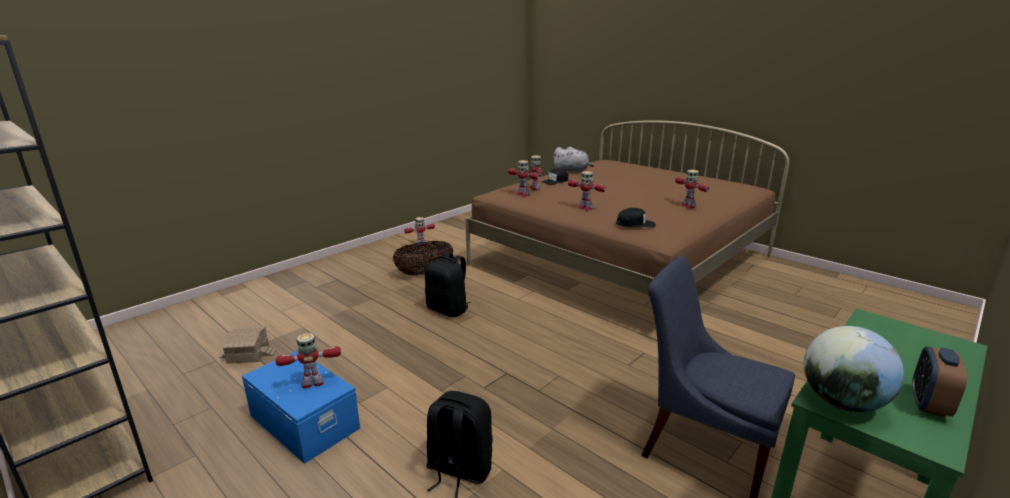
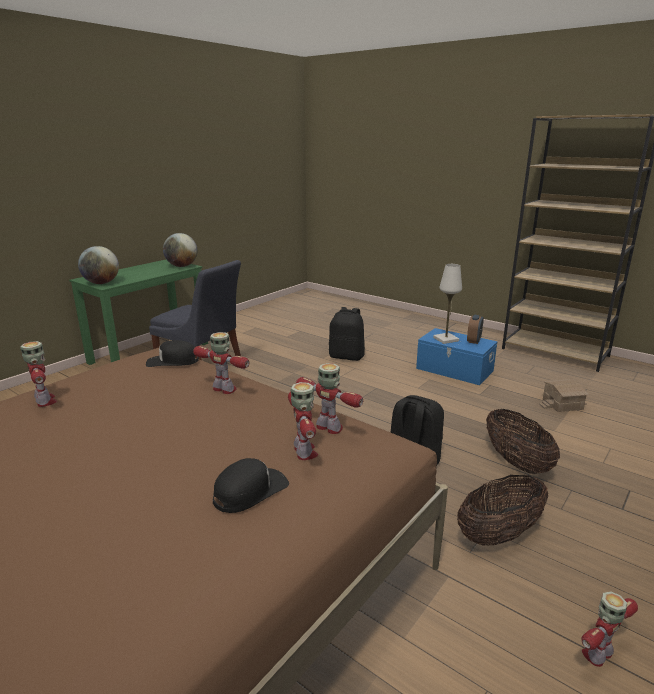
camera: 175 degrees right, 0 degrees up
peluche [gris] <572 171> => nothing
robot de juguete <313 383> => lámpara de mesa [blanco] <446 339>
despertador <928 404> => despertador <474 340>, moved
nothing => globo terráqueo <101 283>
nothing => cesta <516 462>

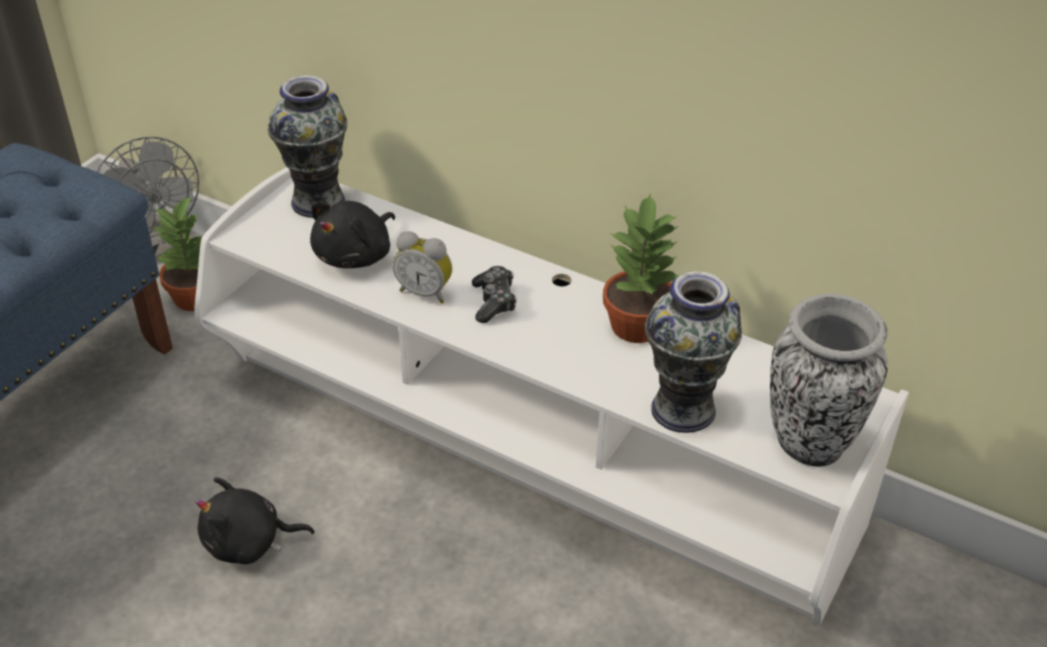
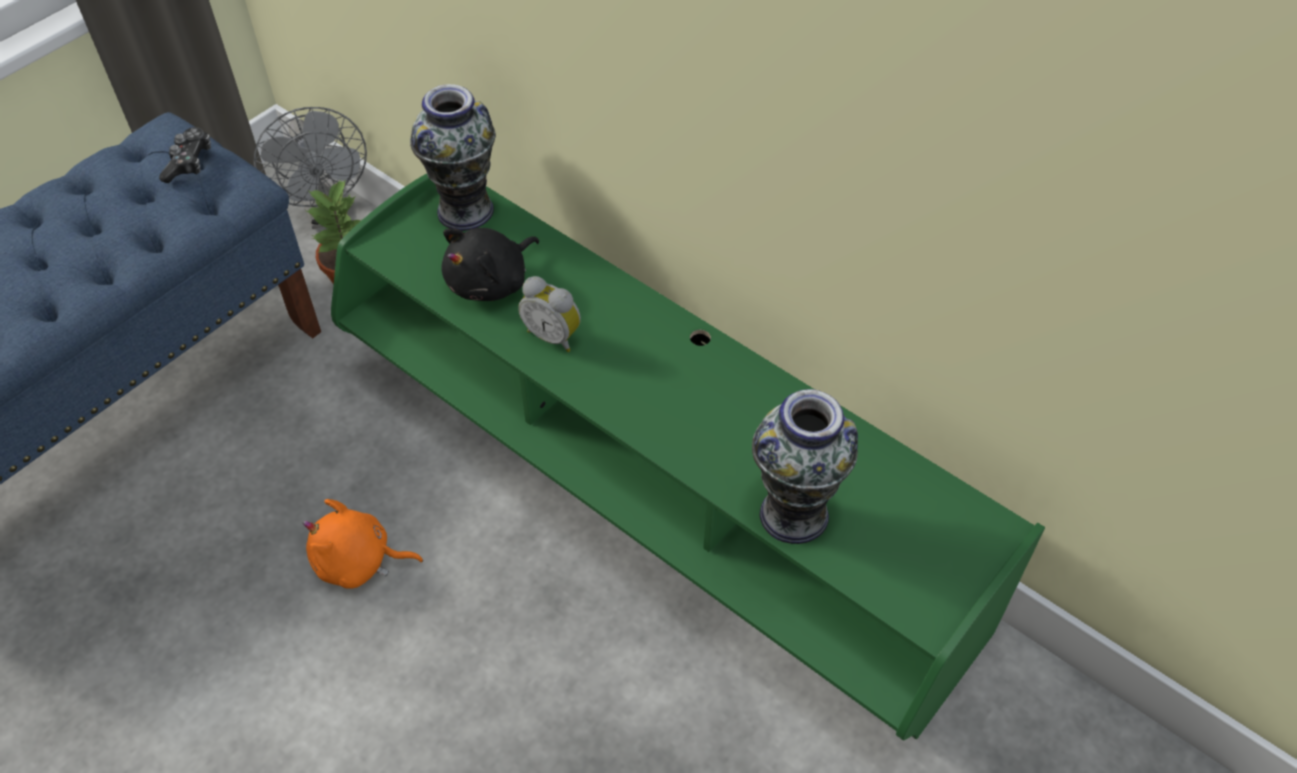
camera: 10 degrees right, 10 degrees up
mueble de televisión [blanco] <523 453> => mueble de televisión [verde] <650 498>
planta en maceta <638 325> => nothing
mando de consola <494 301> => mando de consola <189 162>, moved
florero <810 443> => nothing
peluche [negro] <249 543> => peluche [naranja] <359 562>

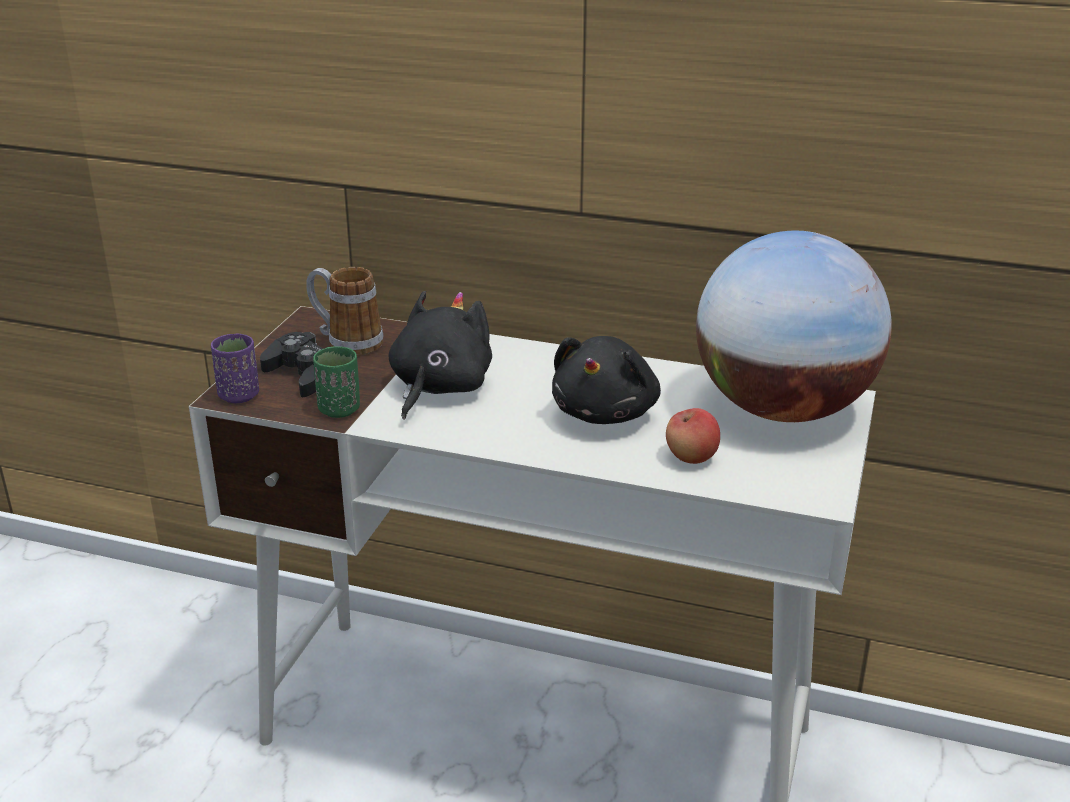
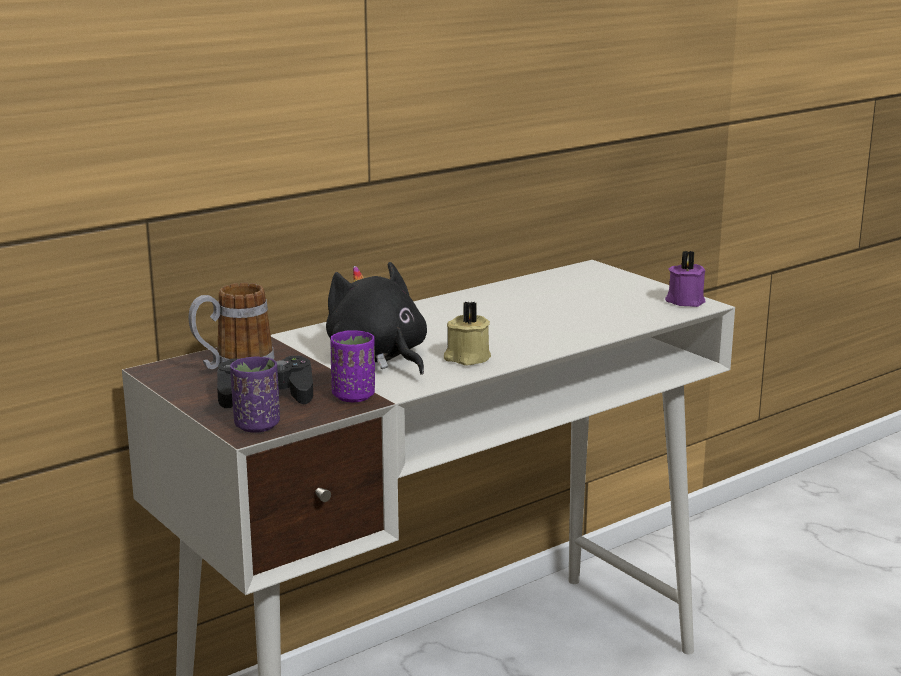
camera: 55 degrees left, 10 degrees down
globo terráqueo <783 409> => nothing
peluche [negro] <606 412> => nothing
taza [verde] <339 409> => taza [morado] <353 396>
manzana <691 457> => nothing
nothing => vela [morado] <685 301>
nothing => vela [beis] <466 358>

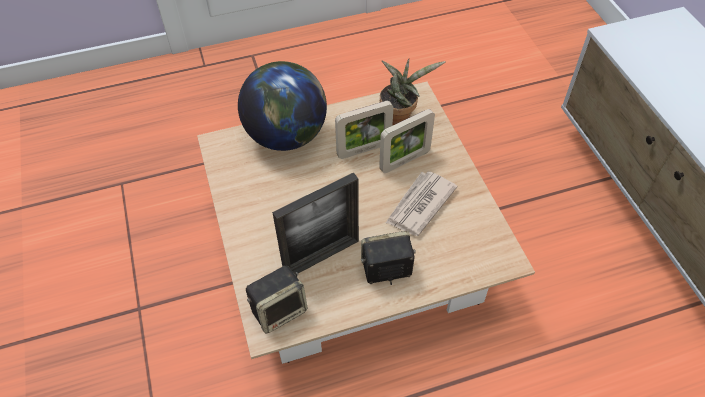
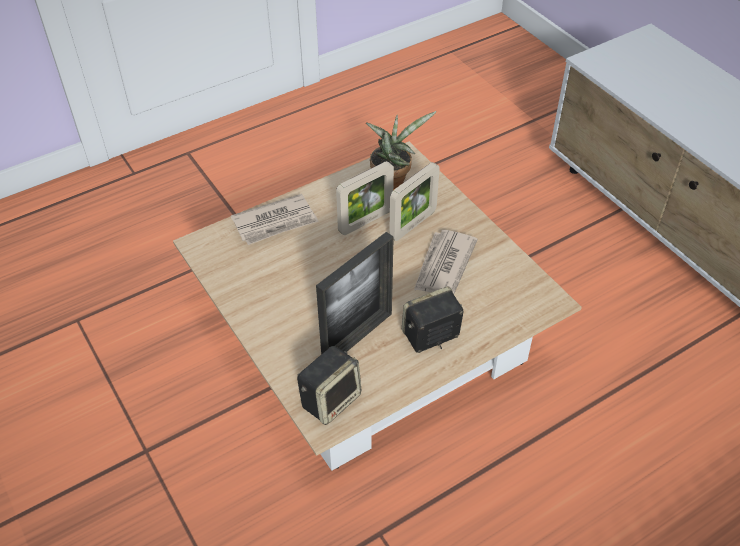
camera: 15 degrees left, 5 degrees down
globo terráqueo <286 135> => periódico <275 222>

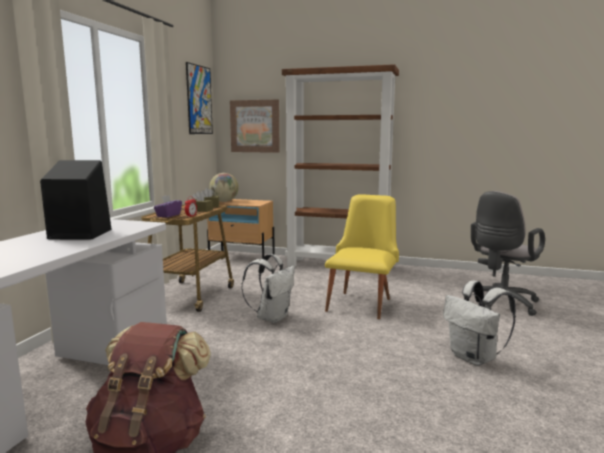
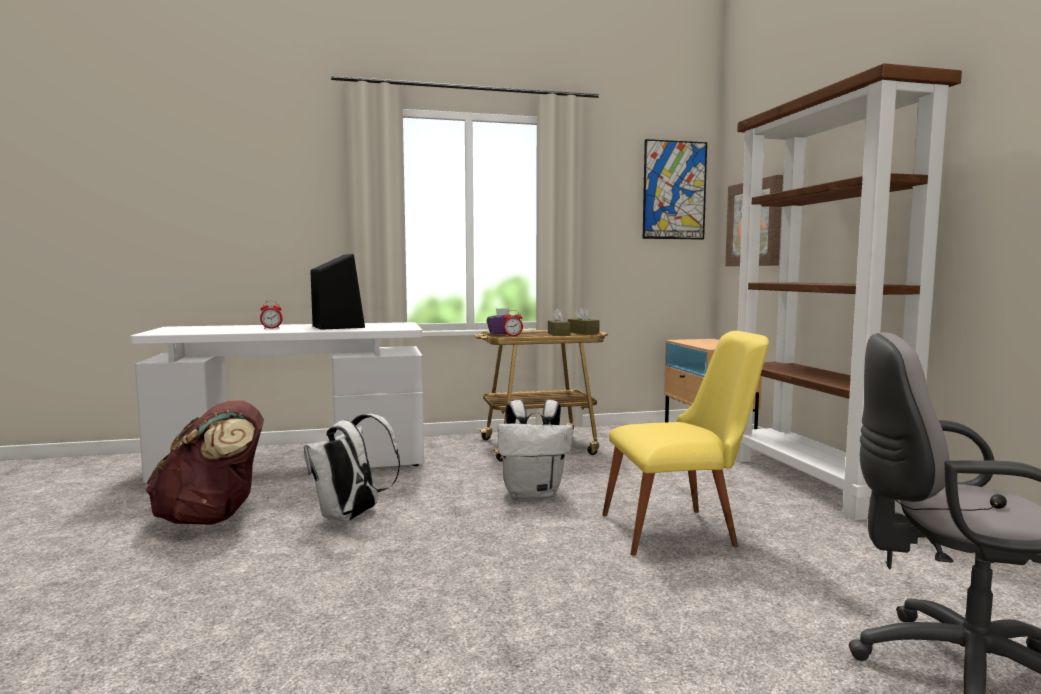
camera: 60 degrees right, 5 degrees down
globo terráqueo <224 201> => nothing
mochila [blanco] <474 358> => mochila [blanco] <351 517>, moved
nothing => despertador <271 328>

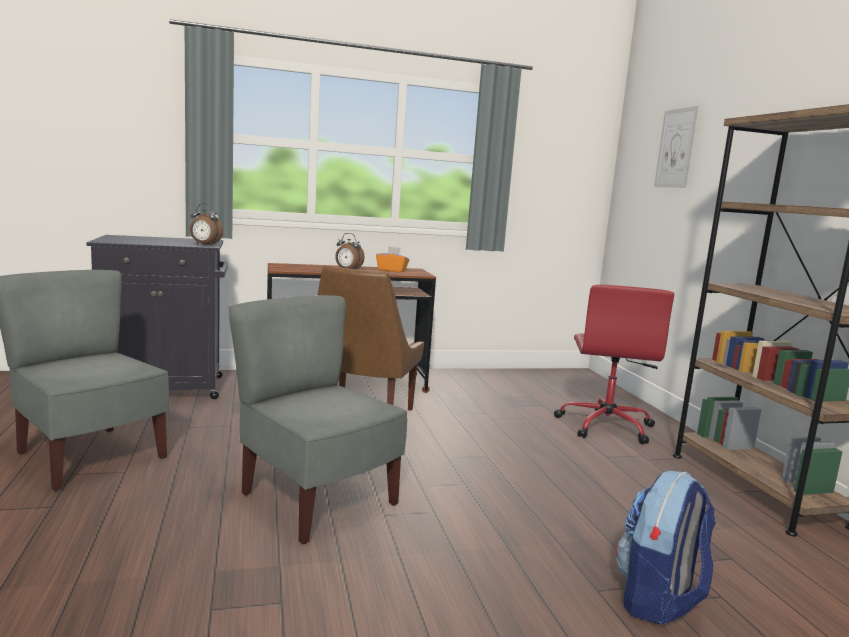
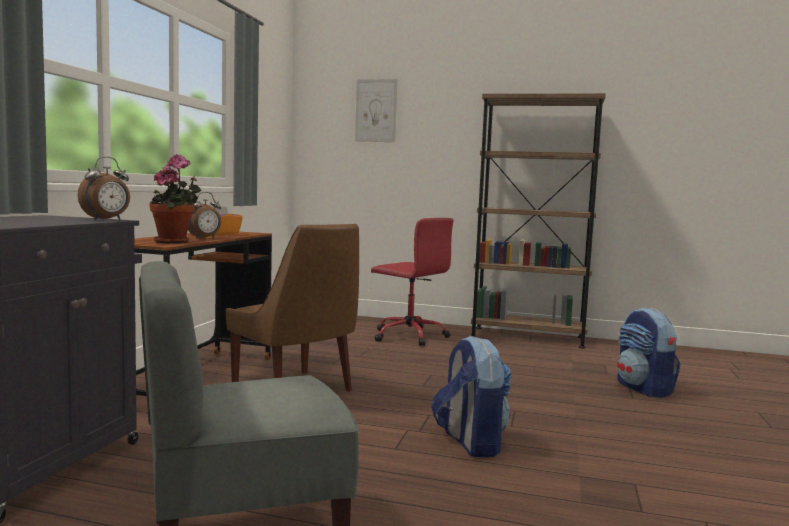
camera: 60 degrees left, 5 degrees down
silla [gris] <316 500> => mochila <470 442>
nothing => planta en maceta <175 242>

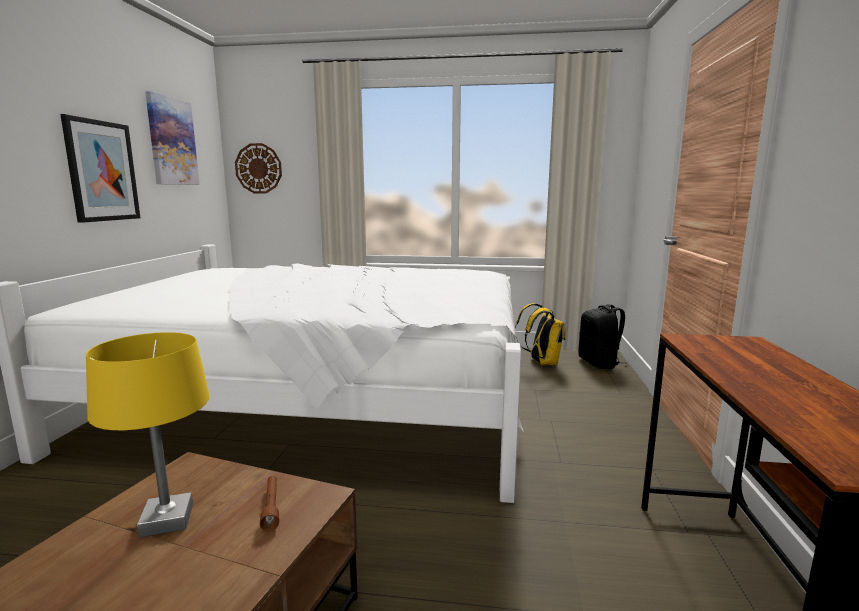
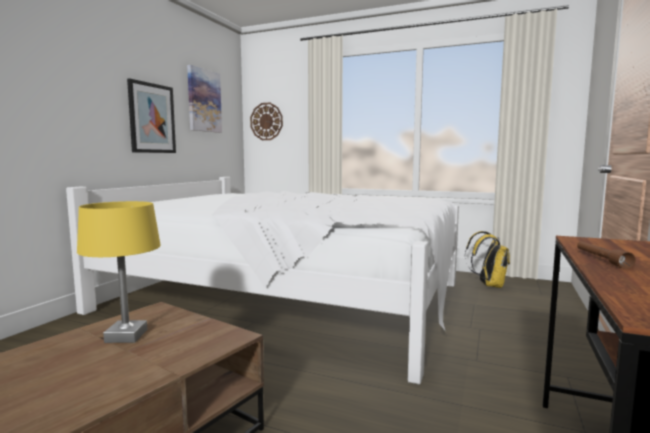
camera: 15 degrees right, 5 degrees down
mochila [negro] <599 363> => nothing
linterna [marrón] <271 507> => linterna [marrón] <601 260>, moved

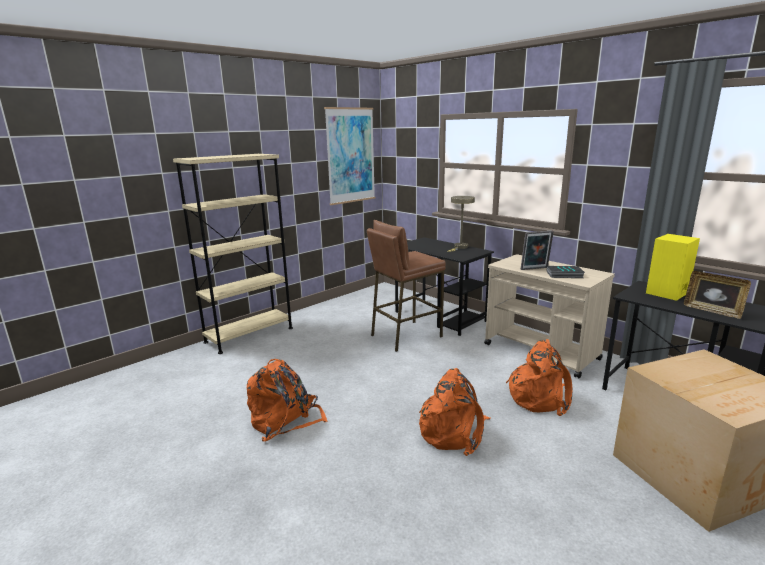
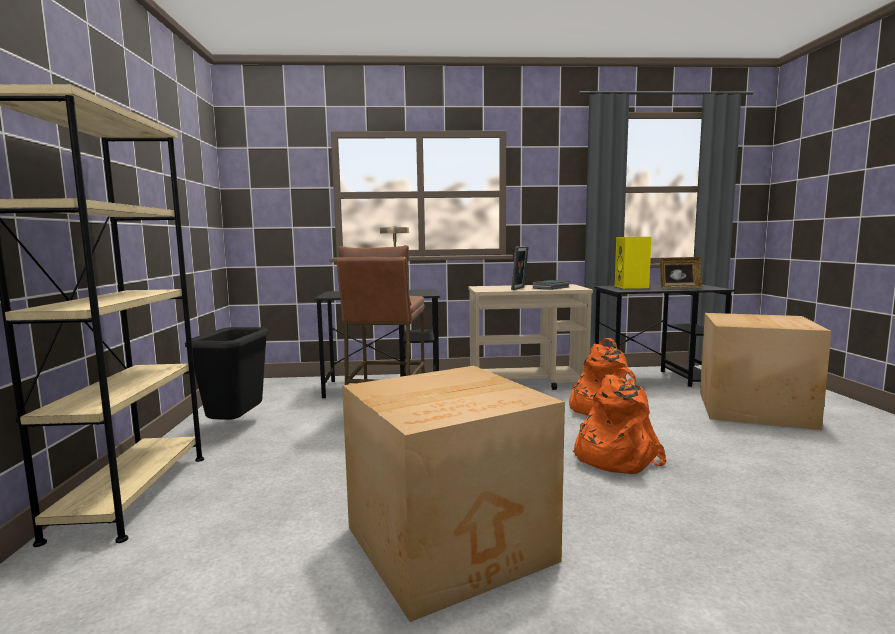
camera: 50 degrees left, 10 degrees down
cuadro <350 155> => nothing
mochila [naranja] <285 420> => caja de cartón <452 544>
nothing => papelera [negro] <236 426>

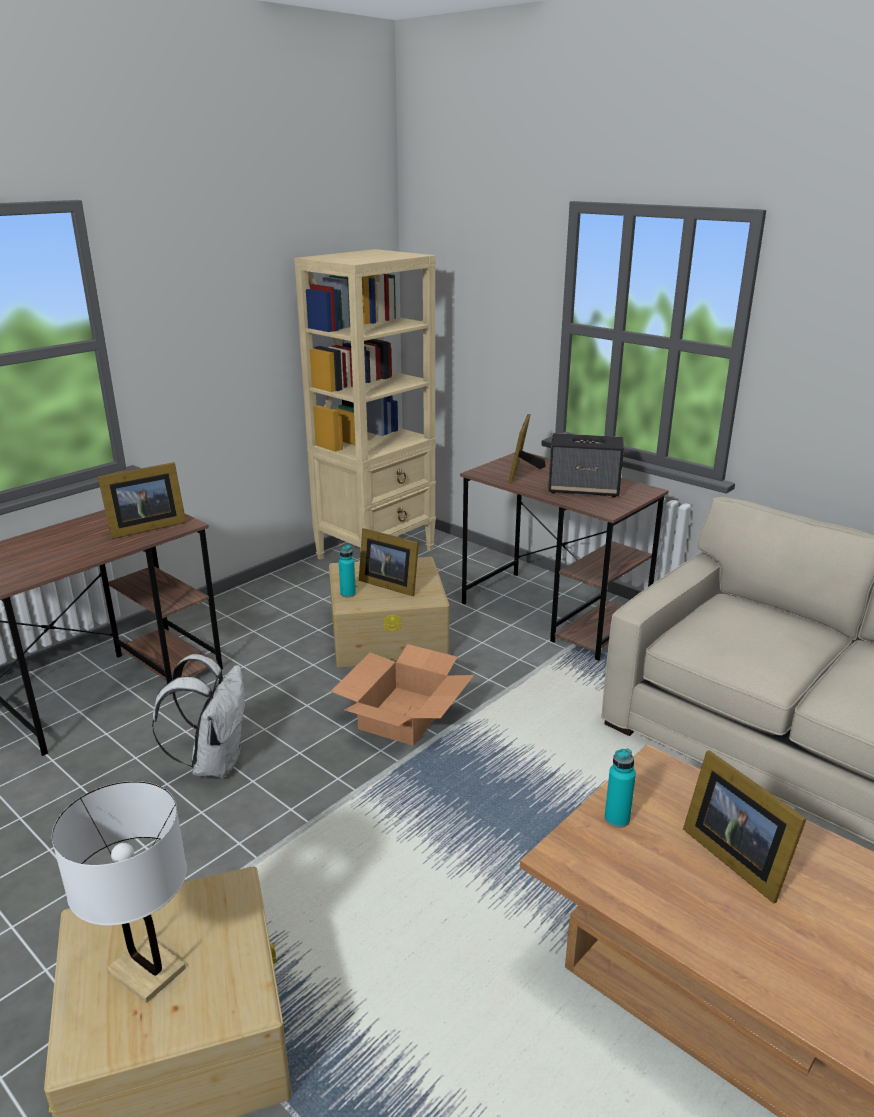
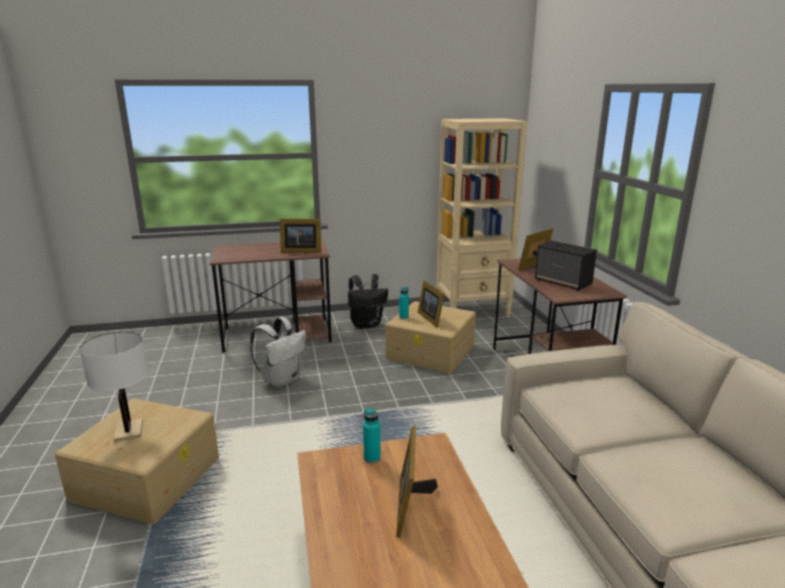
camera: 35 degrees right, 5 degrees down
caja de cartón <403 715> => nothing
nothing => mochila [negro] <366 324>

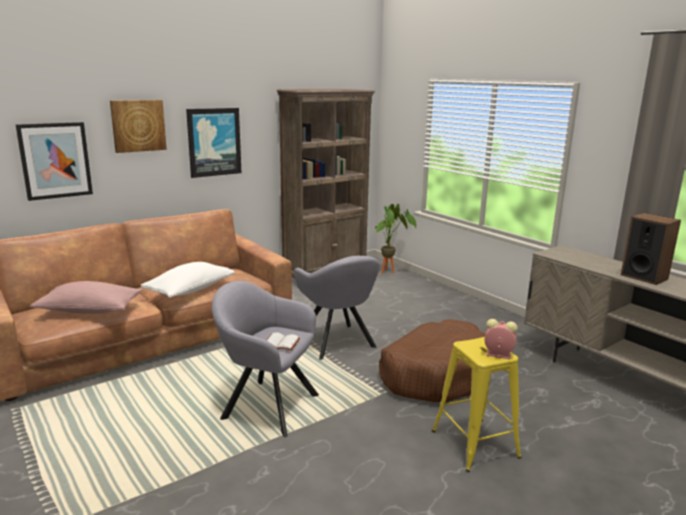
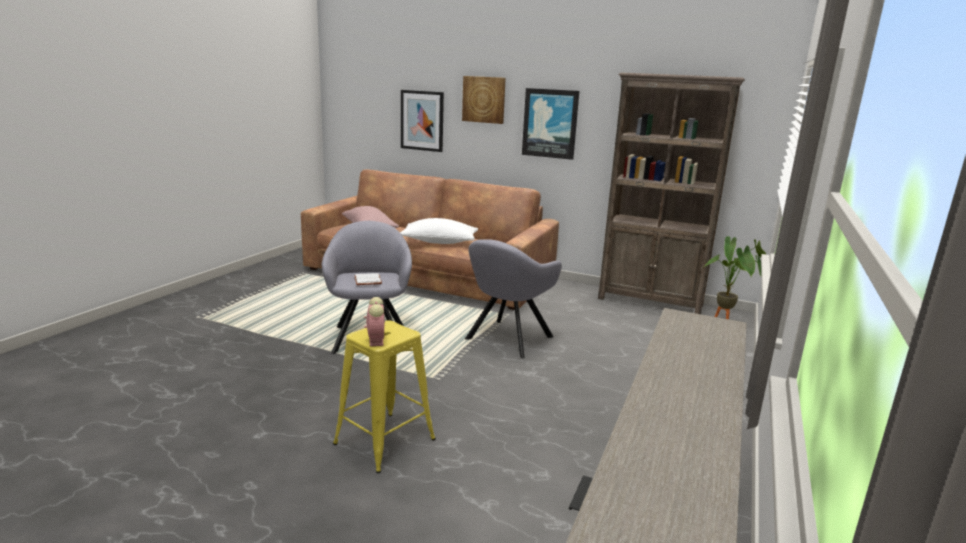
camera: 60 degrees right, 0 degrees up
altavoz <644 277> => nothing
cama para perro [marrón] <435 374> => nothing

